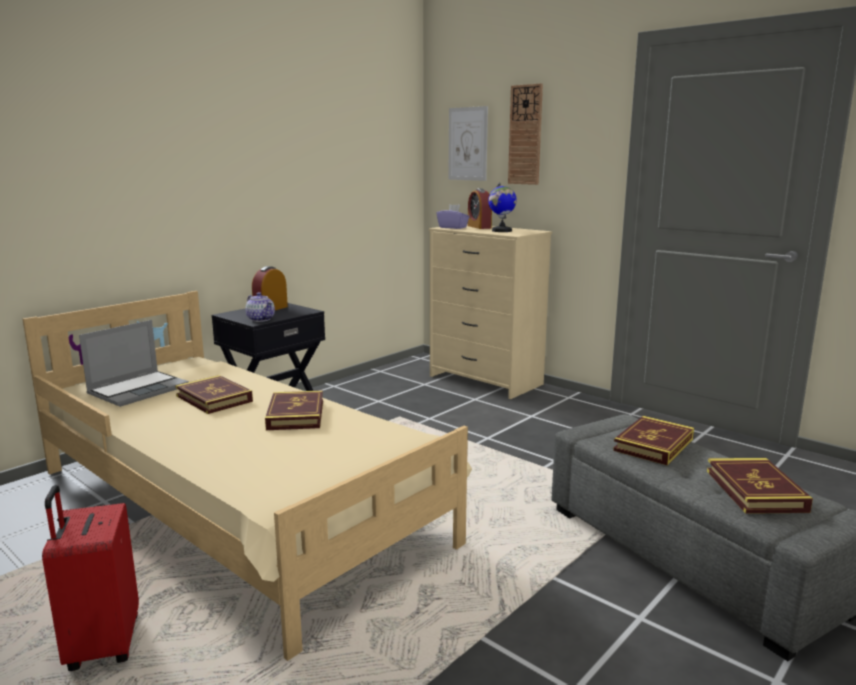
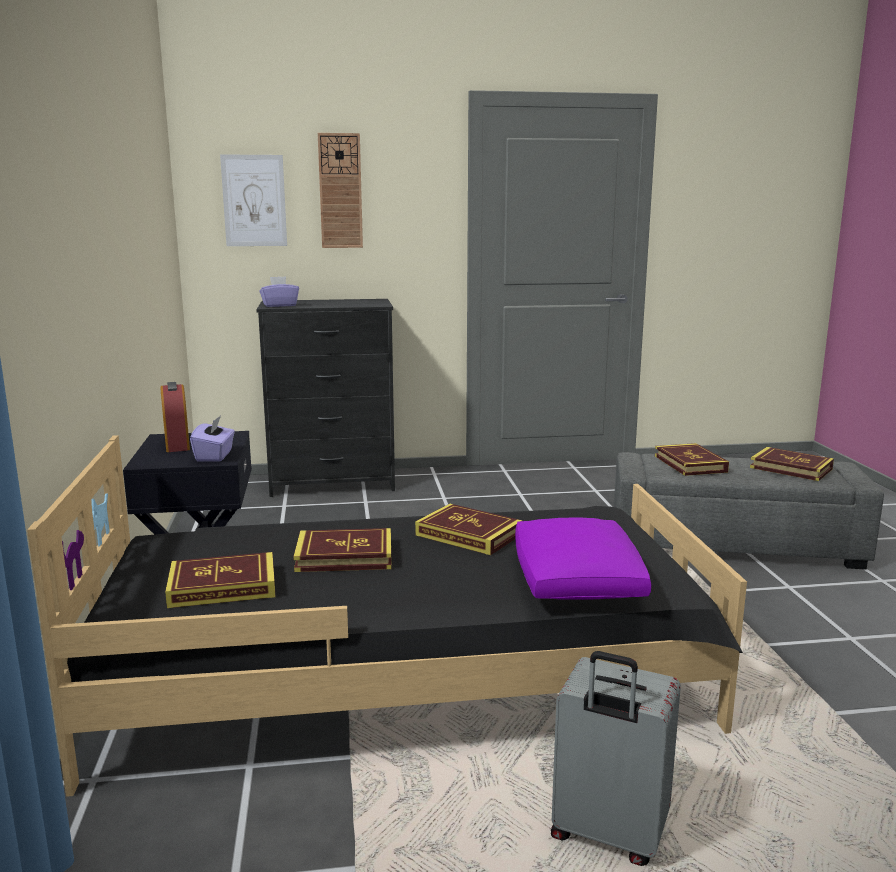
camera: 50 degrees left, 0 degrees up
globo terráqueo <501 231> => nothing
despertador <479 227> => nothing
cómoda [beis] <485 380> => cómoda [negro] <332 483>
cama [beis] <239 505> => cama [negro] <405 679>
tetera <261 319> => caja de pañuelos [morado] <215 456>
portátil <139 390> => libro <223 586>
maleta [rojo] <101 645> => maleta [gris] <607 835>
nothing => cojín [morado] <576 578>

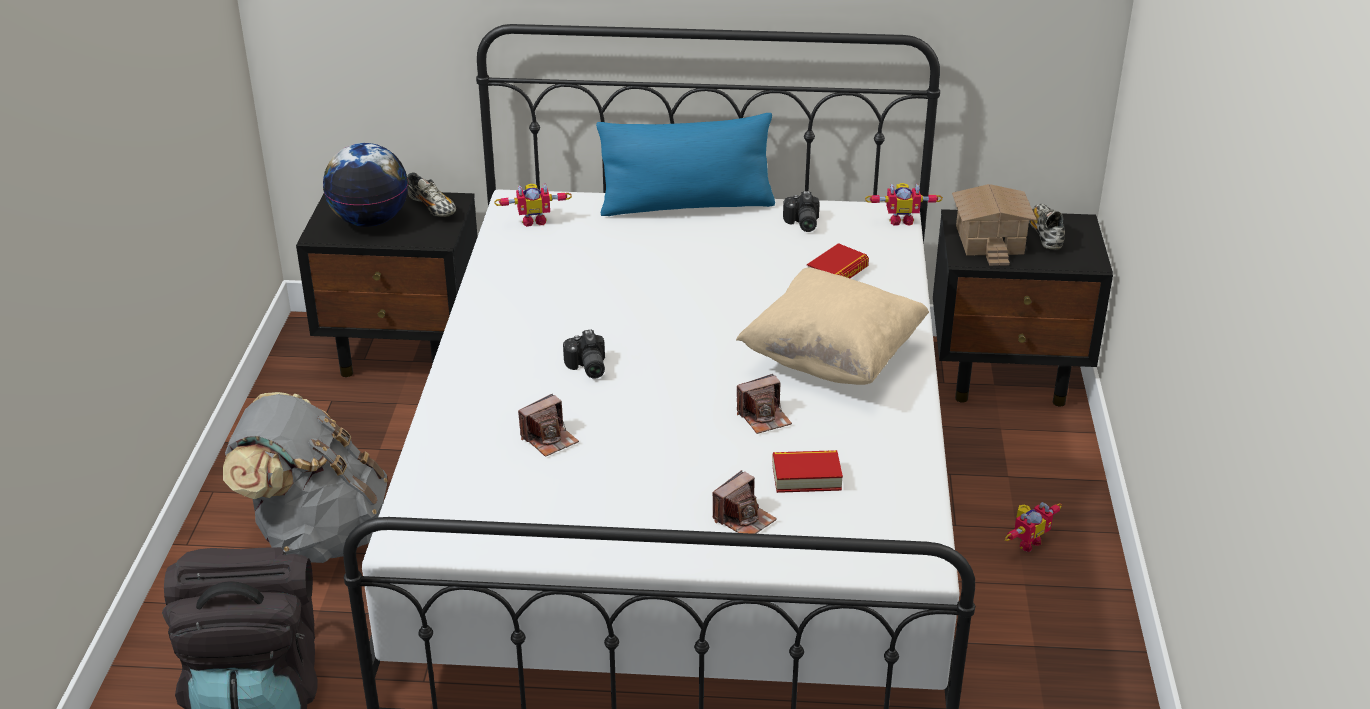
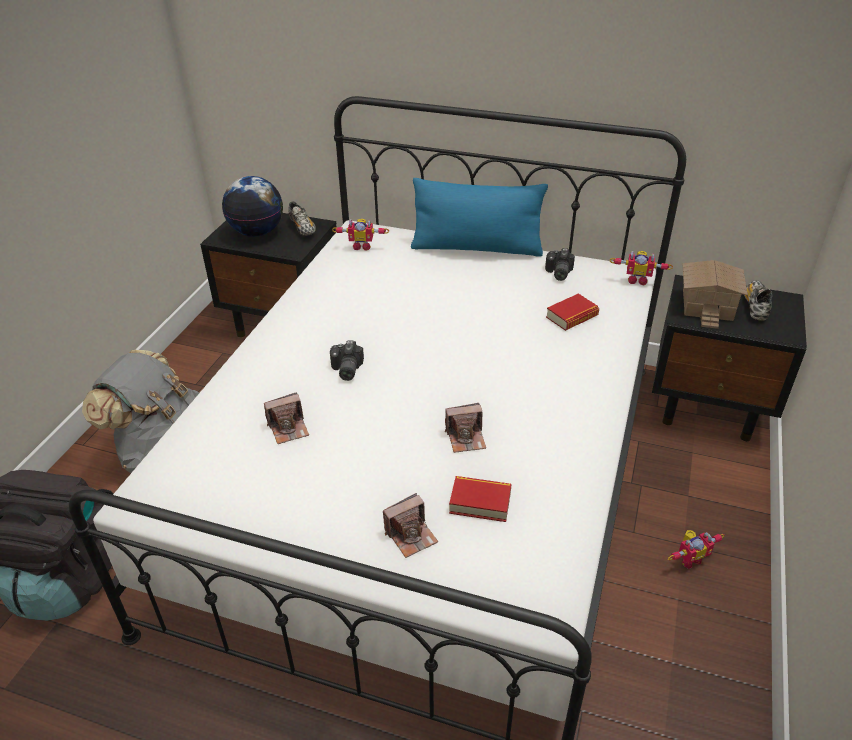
camera: 15 degrees right, 5 degrees up
cojín [beis] <832 359> => nothing

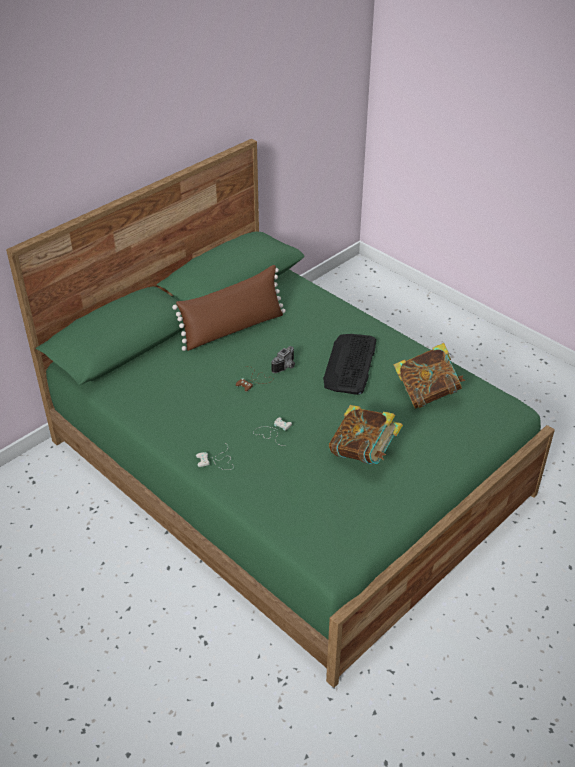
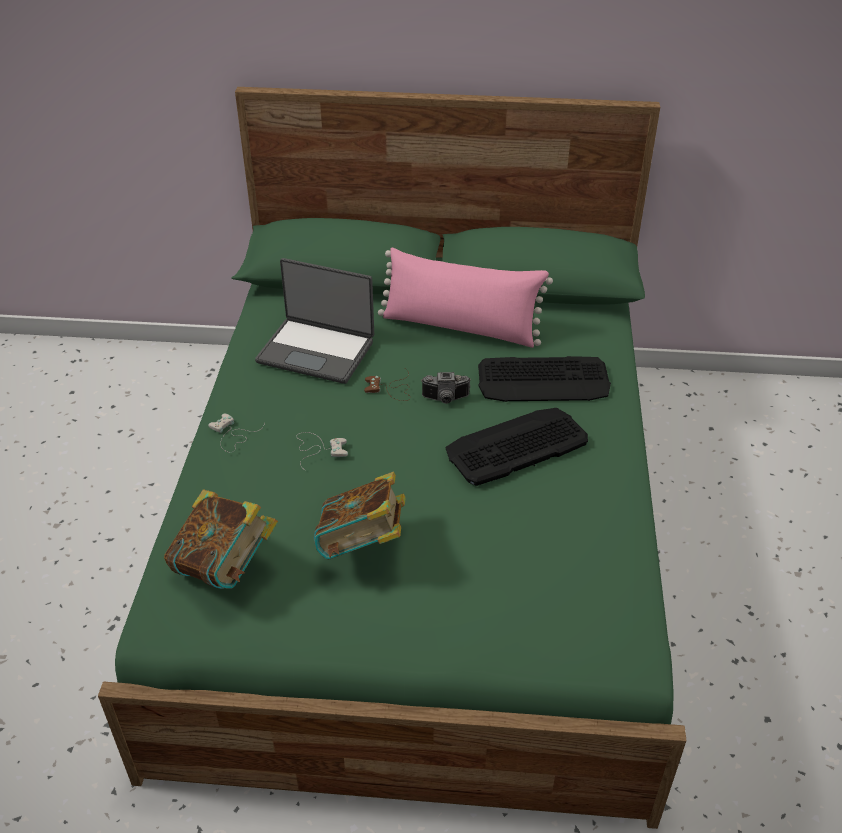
camera: 50 degrees right, 0 degrees up
cojín [marrón] <233 329> => cojín [rosa] <460 327>
libro <426 394> => libro <225 567>, moved
nothing => portátil <317 350>
nothing => teclado <544 381>

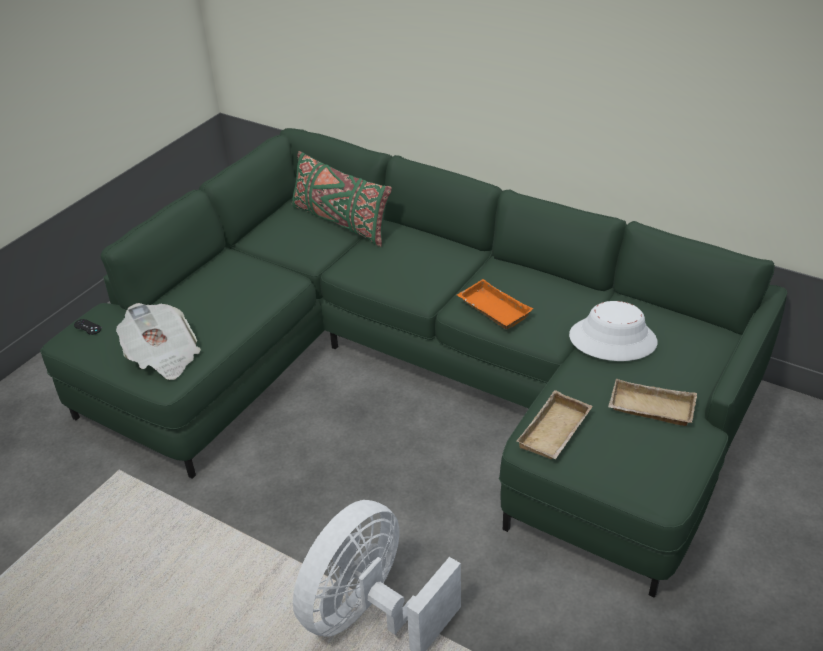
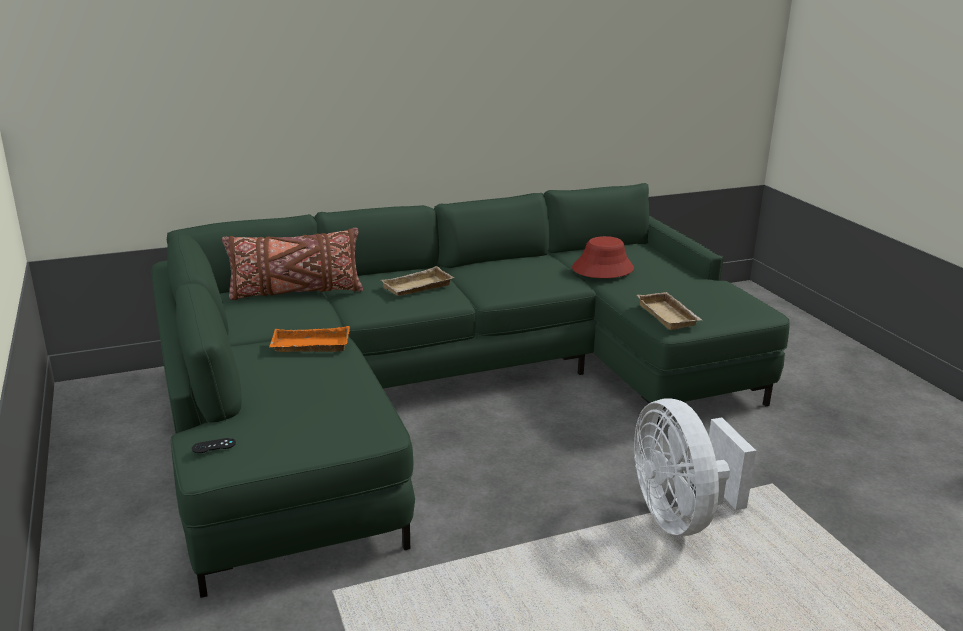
camera: 55 degrees left, 15 degrees down
cojín [verde] <341 222> => cojín [marrón] <295 292>
bandeja [naranja] <492 309> => bandeja [naranja] <309 346>, moved
sombrero [blanco] <612 339> => sombrero [rojo] <602 269>
periódico <163 356> => nothing
bandeja [beis] <649 409> => bandeja [beis] <417 288>, moved

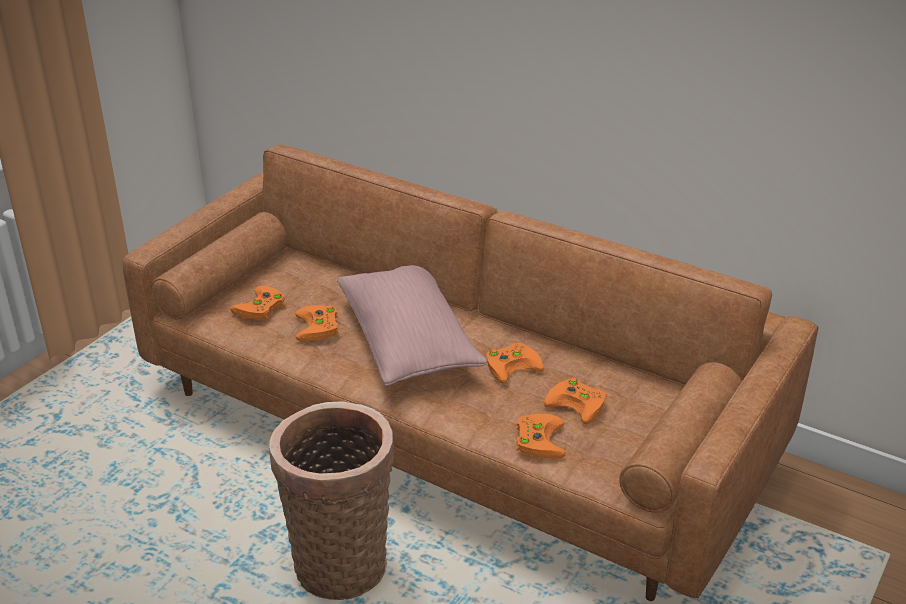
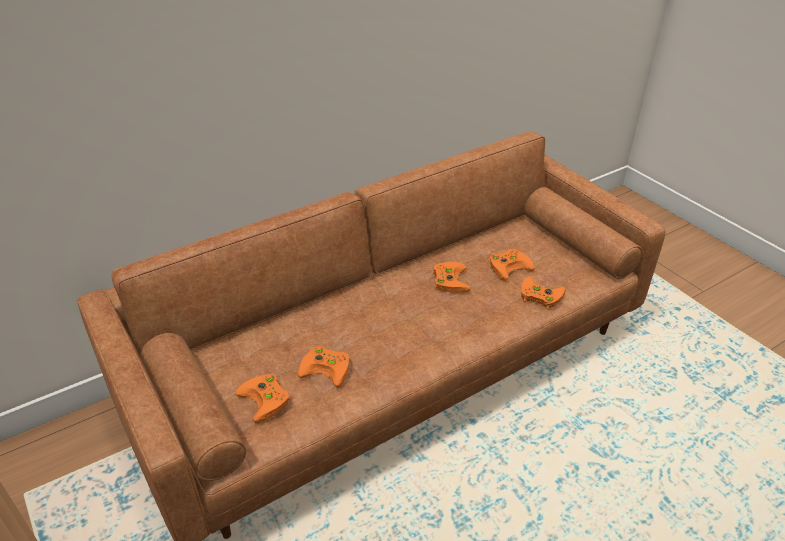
camera: 65 degrees left, 5 degrees up
cojín [rosa] <408 342> => nothing
cesta <340 562> => nothing

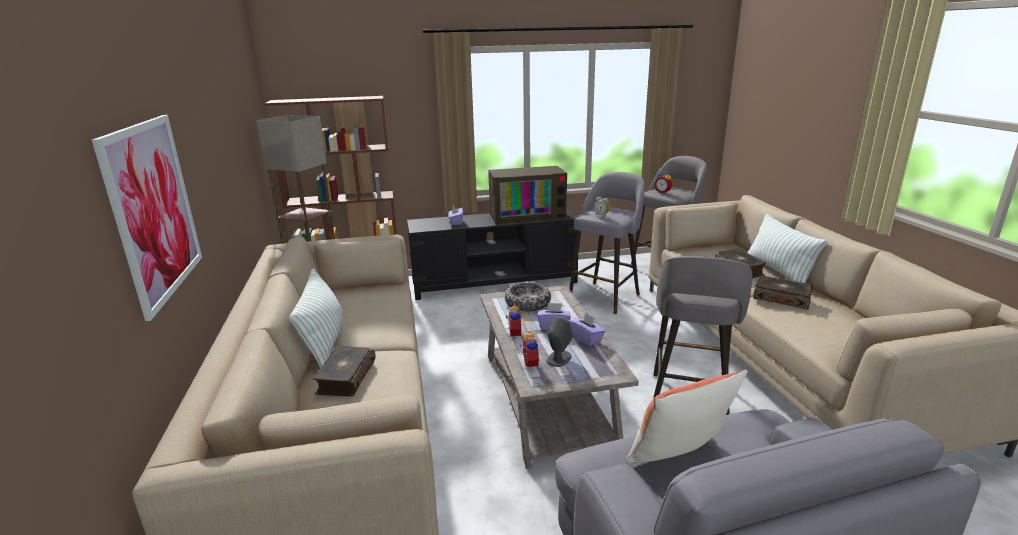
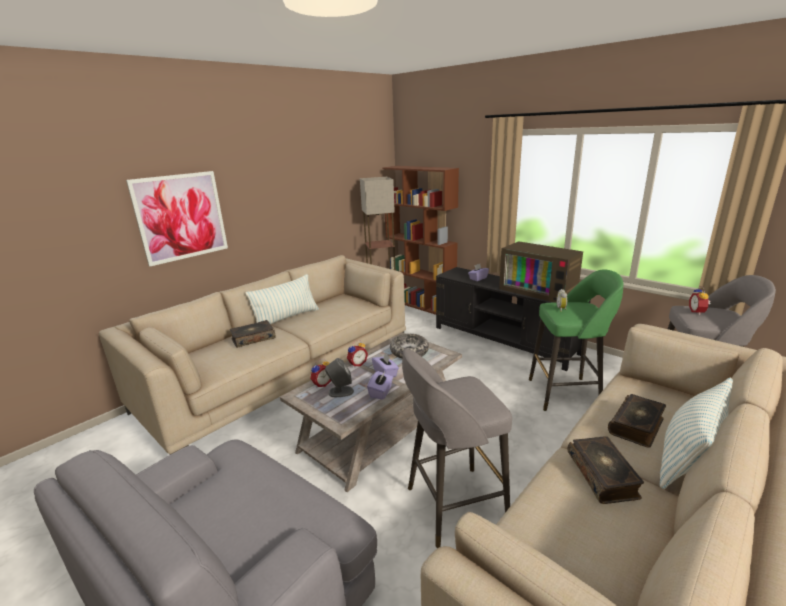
camera: 55 degrees right, 0 degrees up
taburete [gris] <605 297> => taburete [verde] <566 394>
cojín <678 457> => nothing

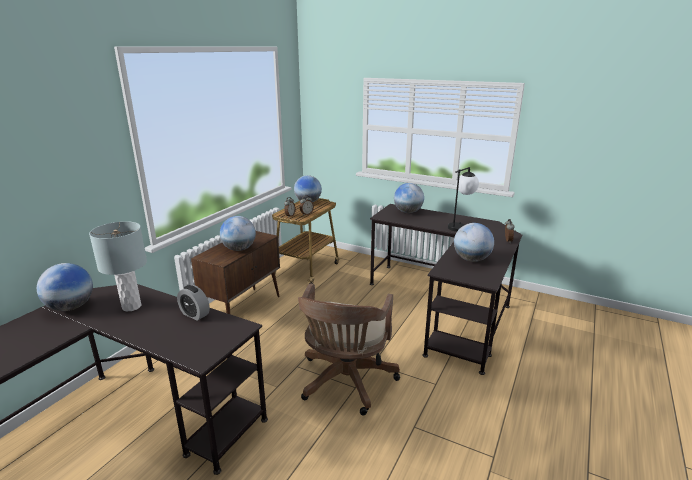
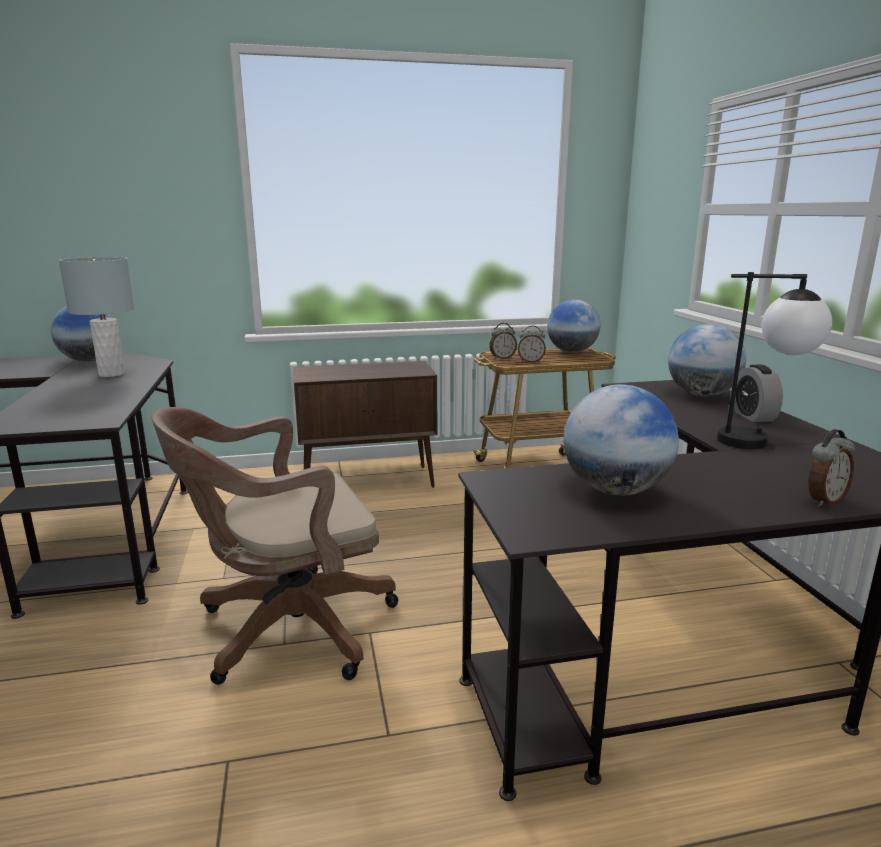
camera: 50 degrees right, 5 degrees down
globo terráqueo <239 249> => nothing
despertador <195 314> => despertador <752 416>, moved

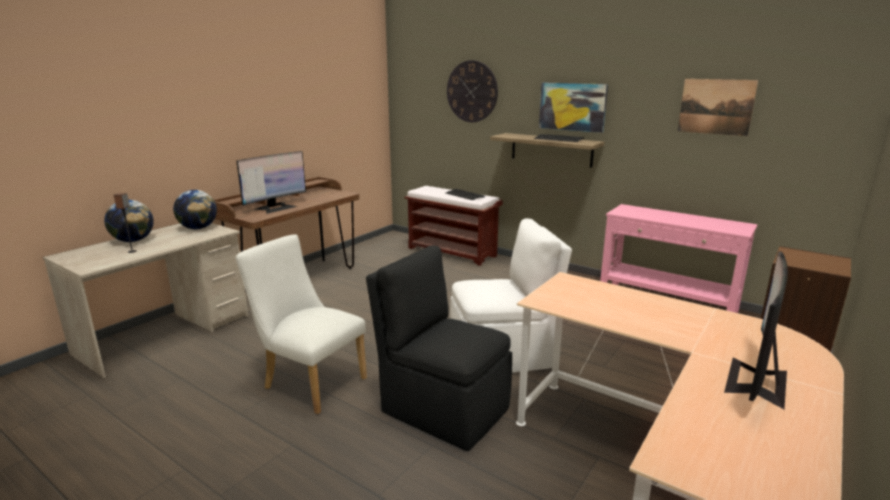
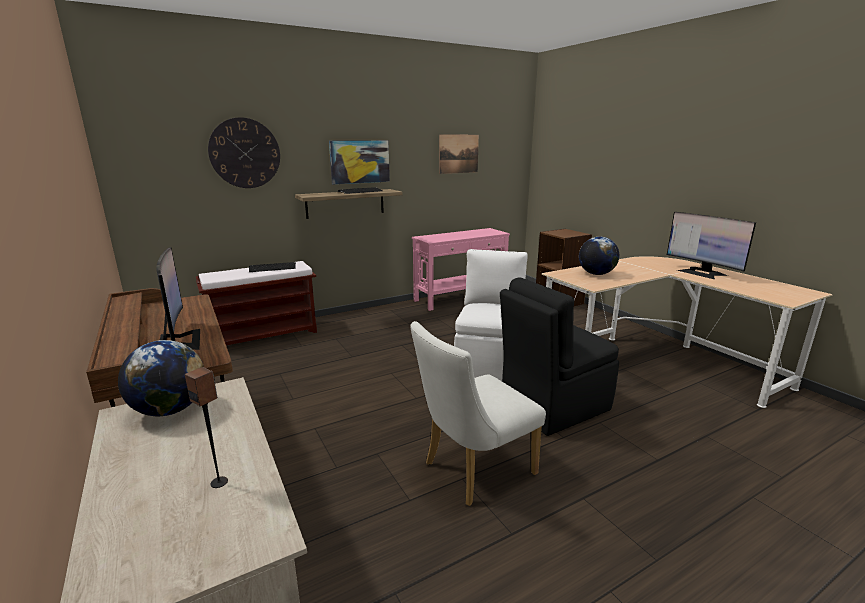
camera: 65 degrees left, 0 degrees up
globo terráqueo <133 241> => globo terráqueo <596 274>, moved

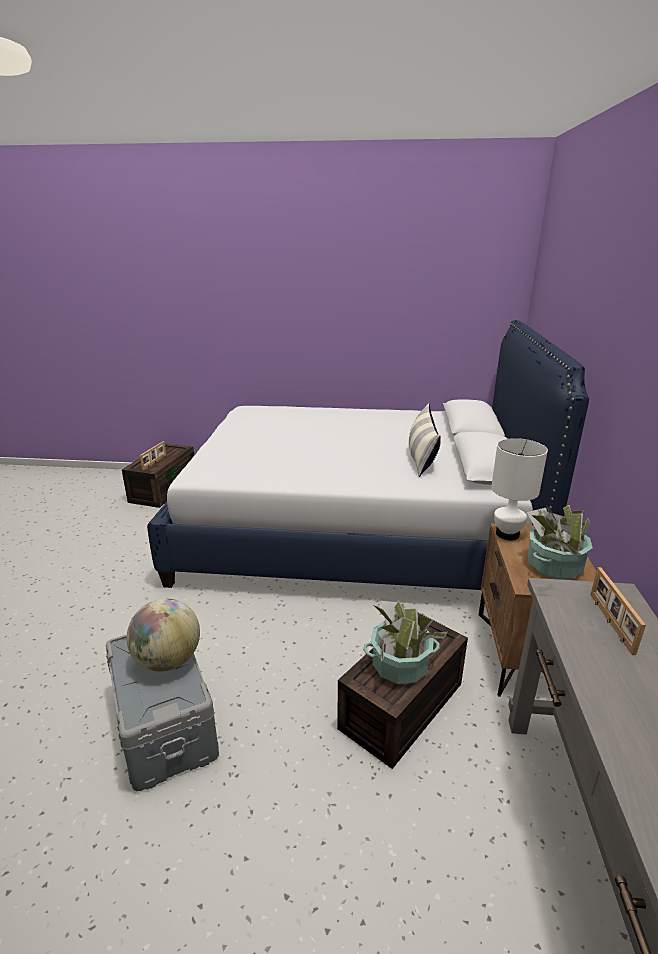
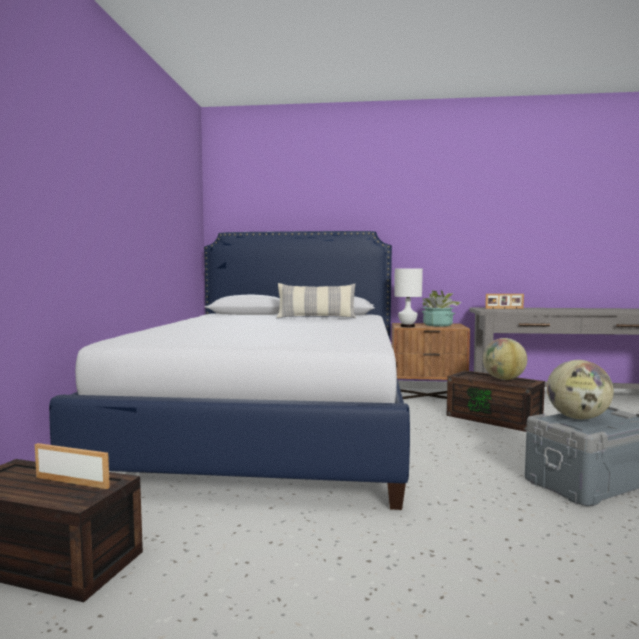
camera: 90 degrees left, 20 degrees down
planta en maceta <400 665> => globo terráqueo <503 379>

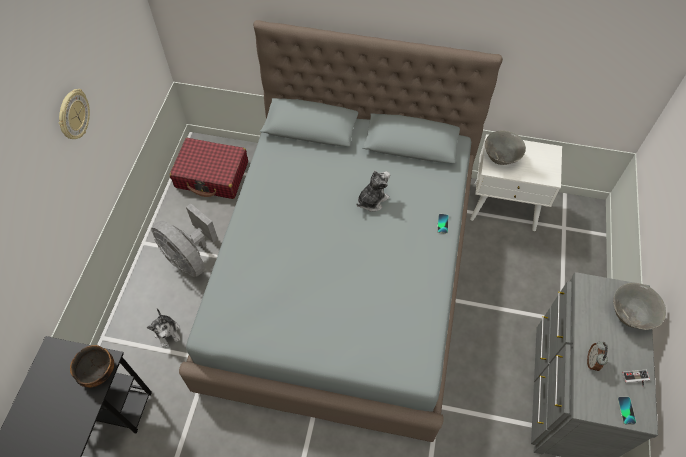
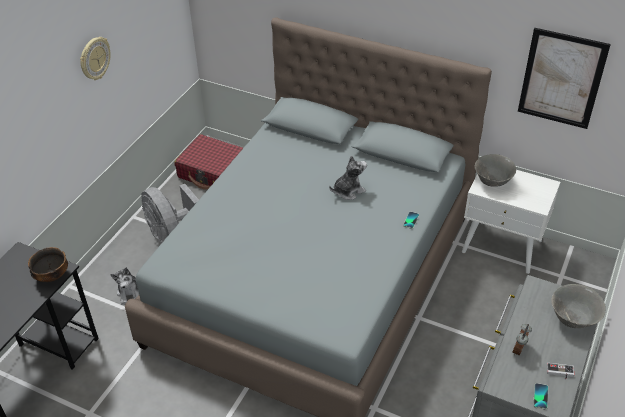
camera: 15 degrees right, 15 degrees down
nothing => cuadro <561 79>

